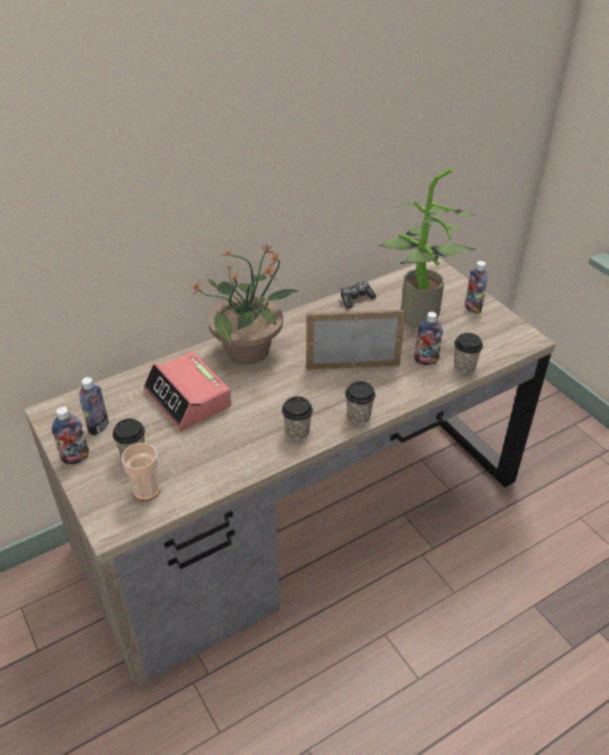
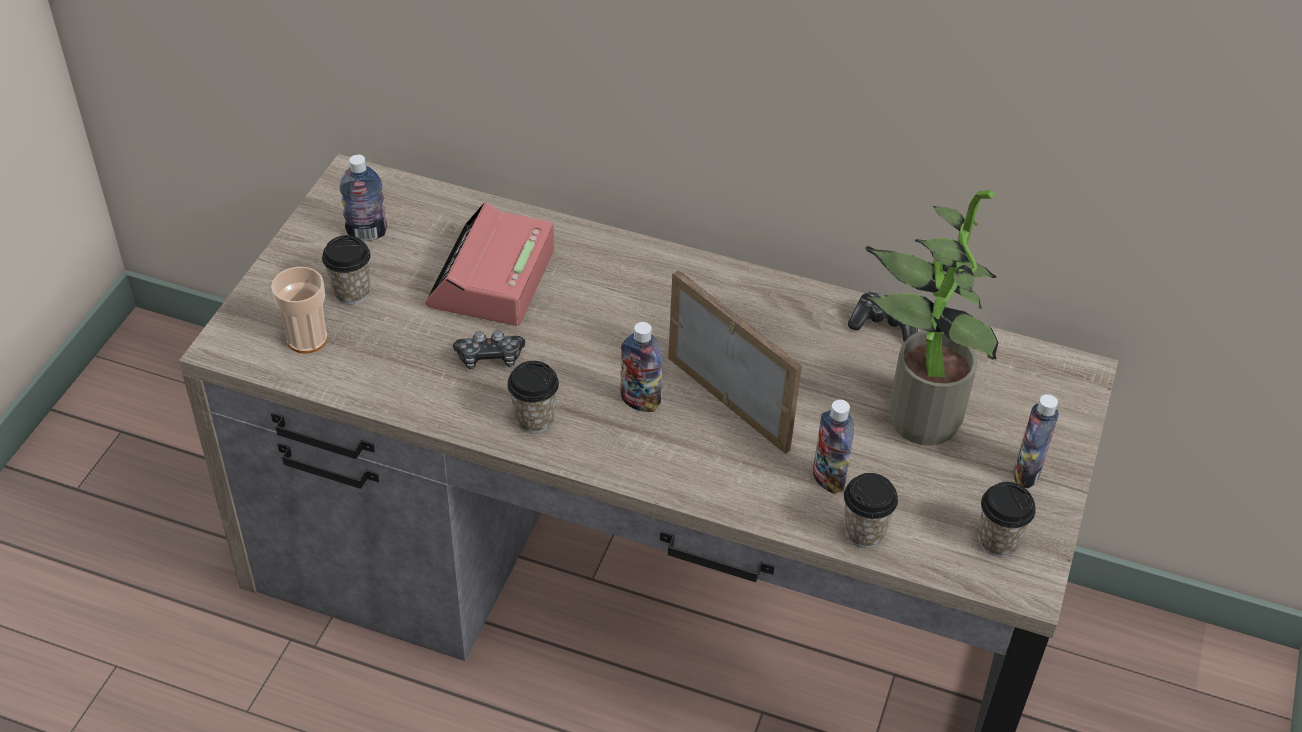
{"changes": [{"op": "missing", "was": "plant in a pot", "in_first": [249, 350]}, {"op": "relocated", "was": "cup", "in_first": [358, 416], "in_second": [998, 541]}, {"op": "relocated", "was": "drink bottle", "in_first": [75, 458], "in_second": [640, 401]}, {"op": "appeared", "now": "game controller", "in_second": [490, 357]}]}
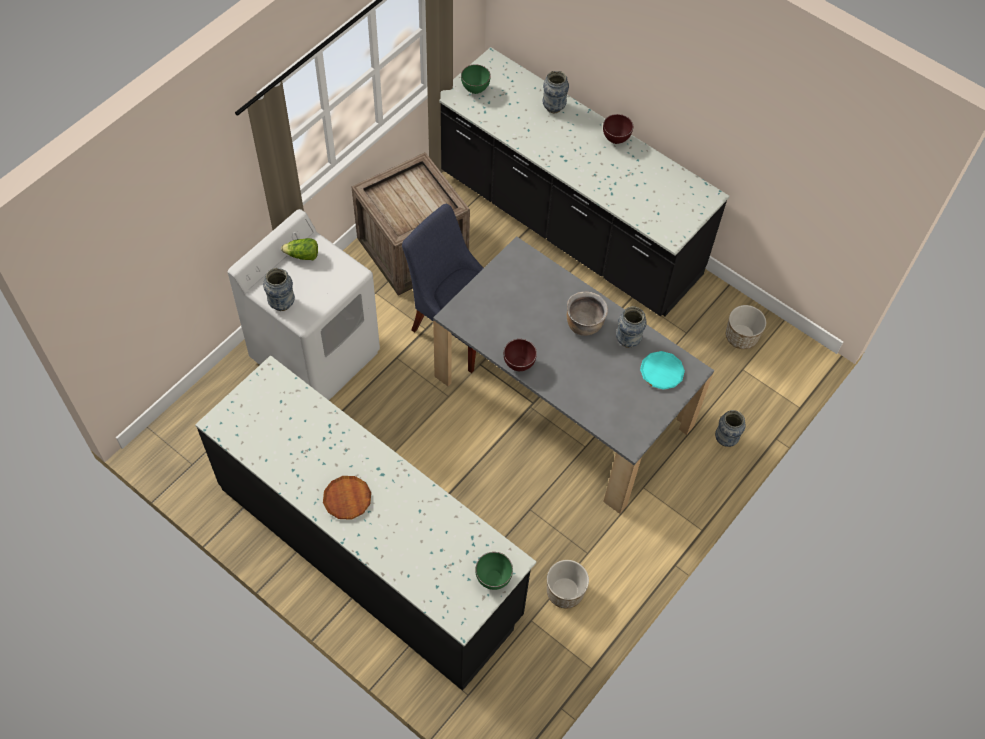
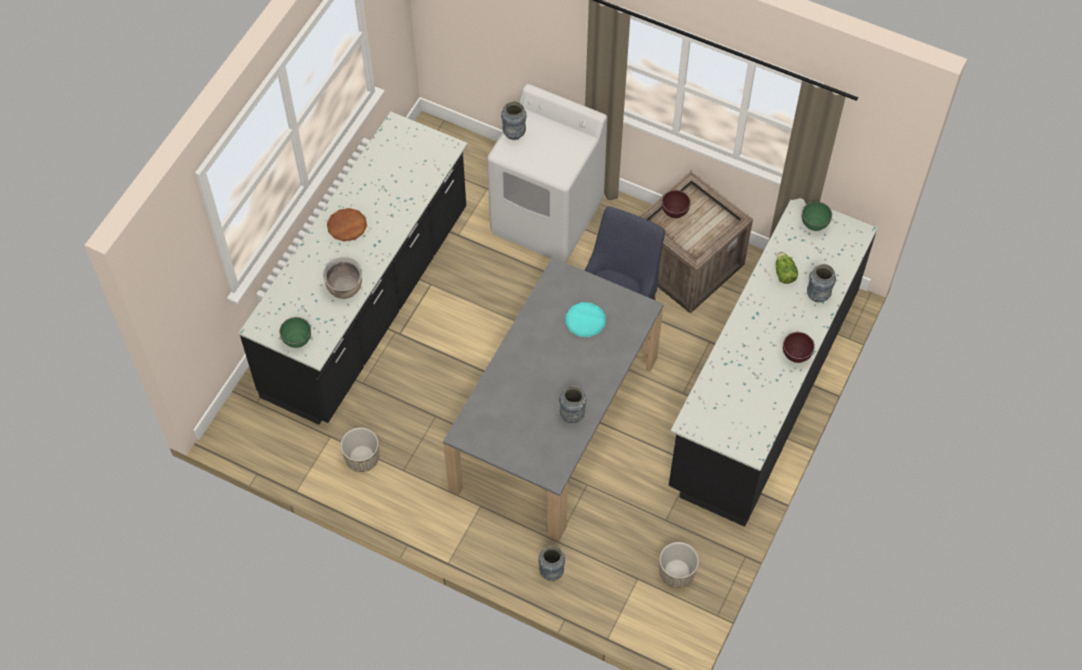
{"changes": [{"op": "relocated", "was": "lettuce", "in_first": [302, 255], "in_second": [784, 273]}, {"op": "relocated", "was": "brown cooking pot", "in_first": [584, 324], "in_second": [345, 288]}, {"op": "relocated", "was": "brown bowl", "in_first": [519, 364], "in_second": [675, 213]}, {"op": "relocated", "was": "turquoise-coloured plate", "in_first": [661, 372], "in_second": [585, 321]}]}
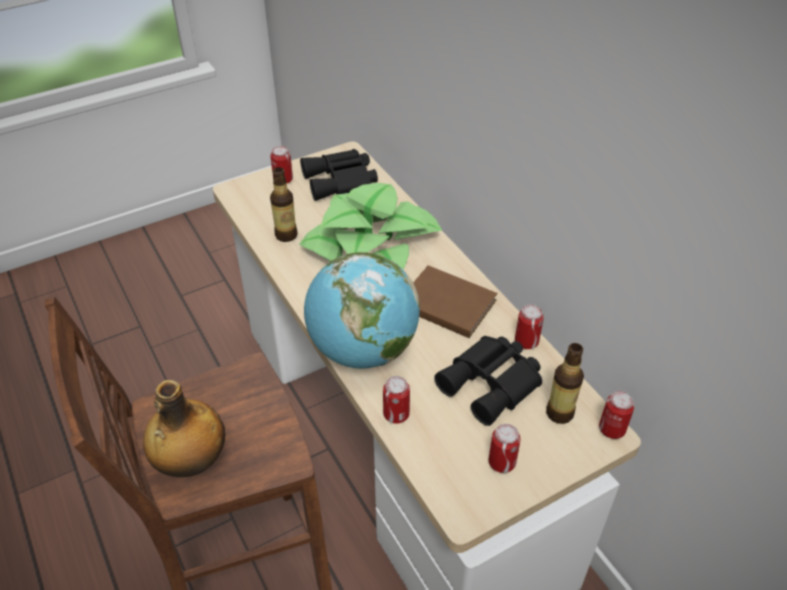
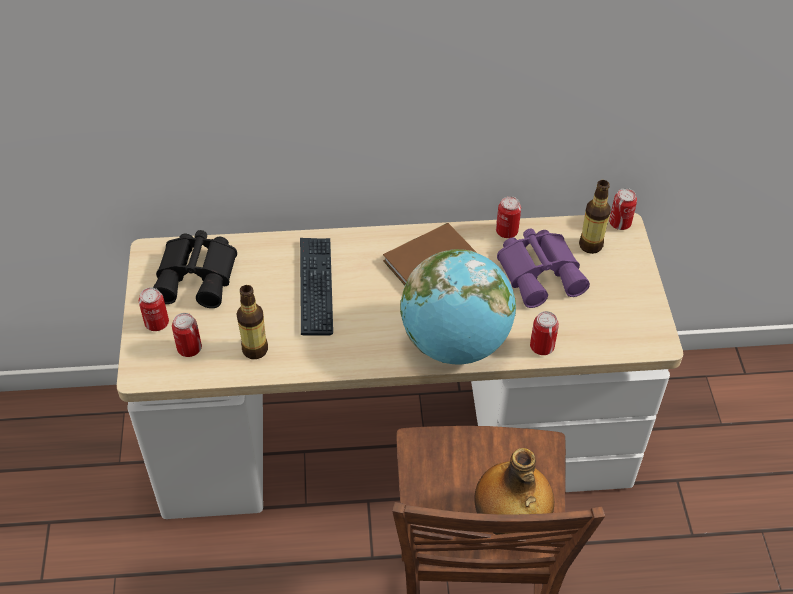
{"changes": [{"op": "exchanged", "was": "plant in a pot", "now": "keyboard", "in_first": [371, 244], "in_second": [316, 286]}, {"op": "colour", "was": "black binoculars", "now": "purple binoculars", "in_first": [492, 384], "in_second": [541, 272]}, {"op": "relocated", "was": "metal can", "in_first": [501, 462], "in_second": [189, 348]}]}
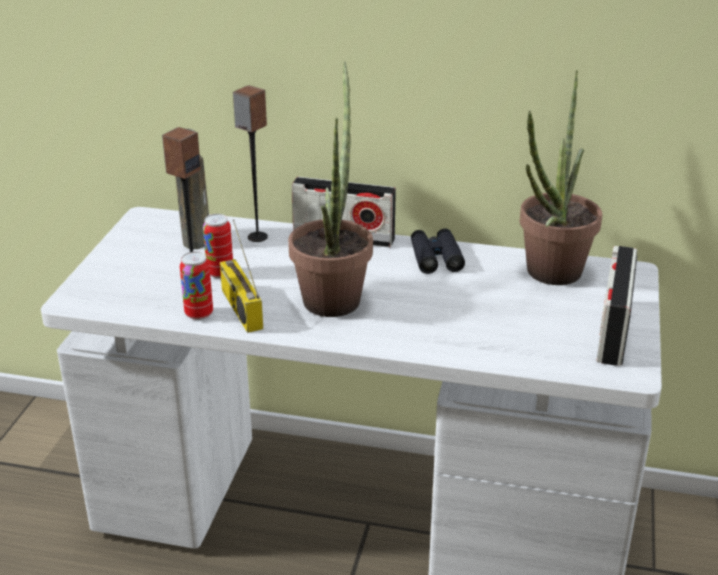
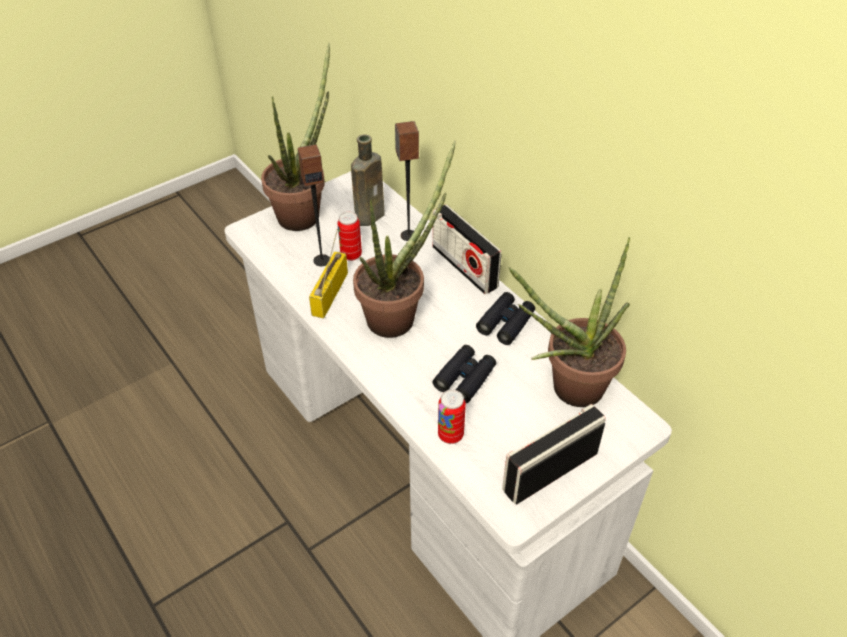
{"changes": [{"op": "relocated", "was": "metal can", "in_first": [199, 314], "in_second": [450, 435]}, {"op": "appeared", "now": "plant in a pot", "in_second": [304, 212]}, {"op": "appeared", "now": "black binoculars", "in_second": [465, 378]}]}
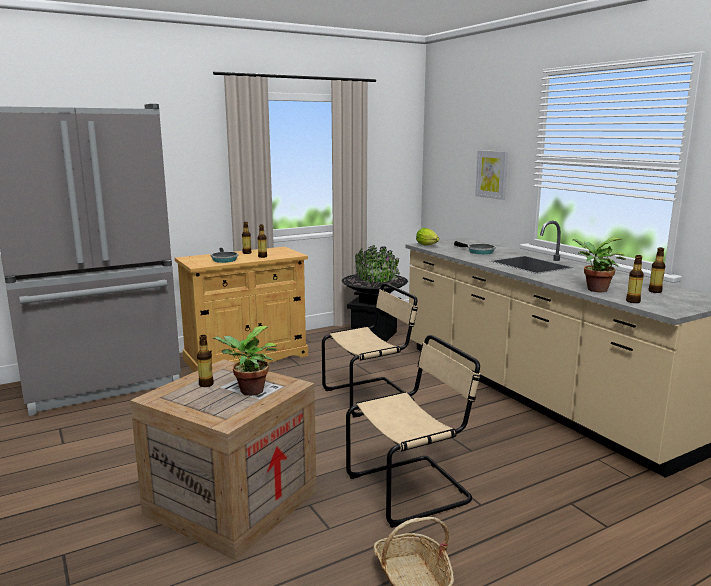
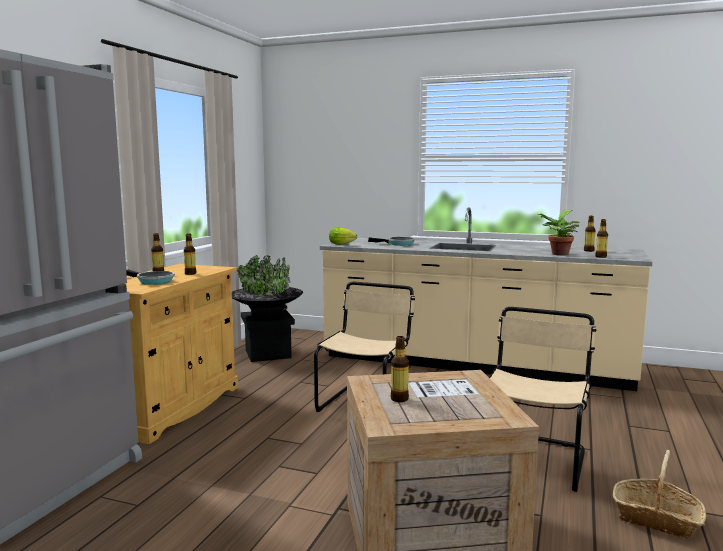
{"changes": [{"op": "missing", "was": "picture", "in_first": [492, 174]}, {"op": "missing", "was": "plant in a pot", "in_first": [248, 392]}]}
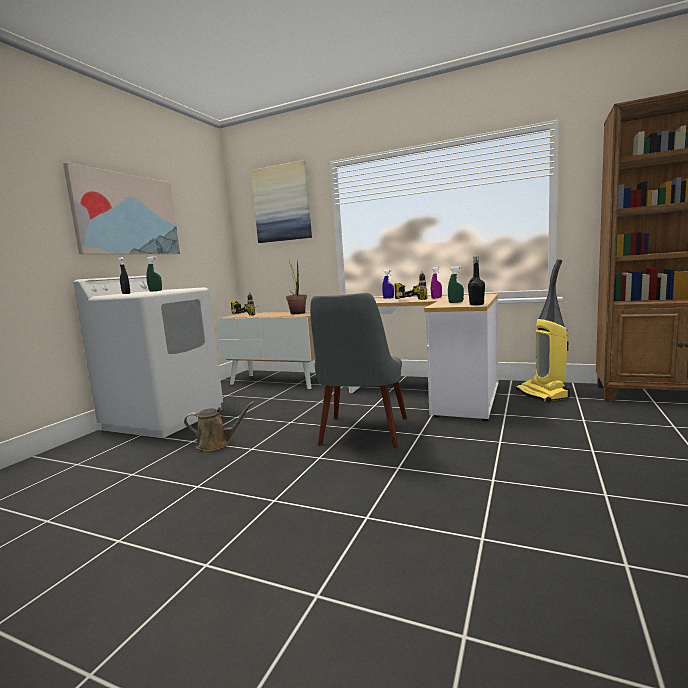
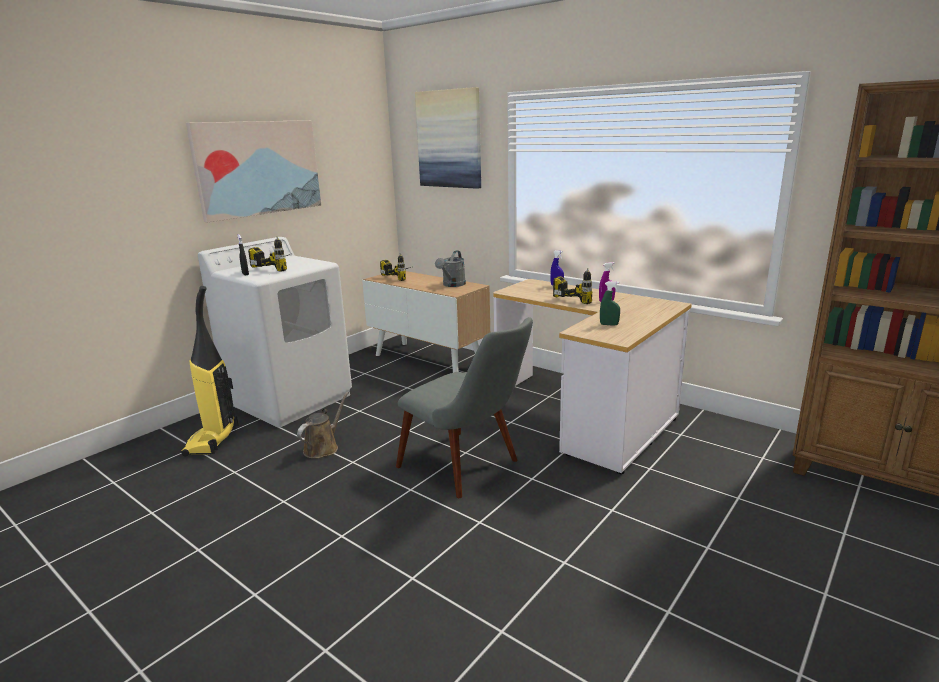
{"changes": [{"op": "exchanged", "was": "green spray bottle", "now": "drill", "in_first": [155, 291], "in_second": [279, 267]}, {"op": "missing", "was": "black drink bottle", "in_first": [476, 304]}, {"op": "relocated", "was": "vacuum cleaner", "in_first": [543, 394], "in_second": [213, 441]}, {"op": "exchanged", "was": "plant in a pot", "now": "grey watering pot", "in_first": [297, 313], "in_second": [452, 285]}, {"op": "spun", "was": "grey chair", "in_first": [362, 436], "in_second": [469, 468], "clockwise": -75}, {"op": "spun", "was": "brown watering pot", "in_first": [216, 444], "in_second": [323, 447], "clockwise": -75}]}
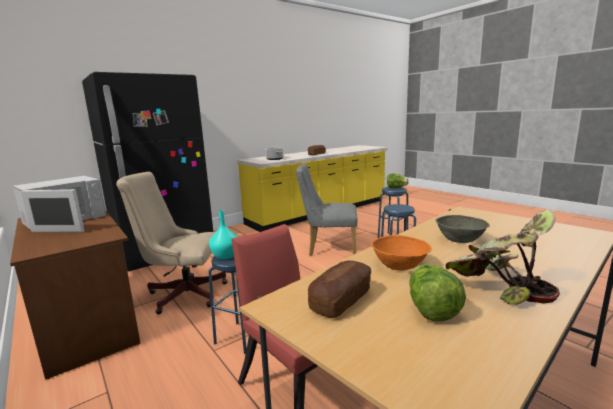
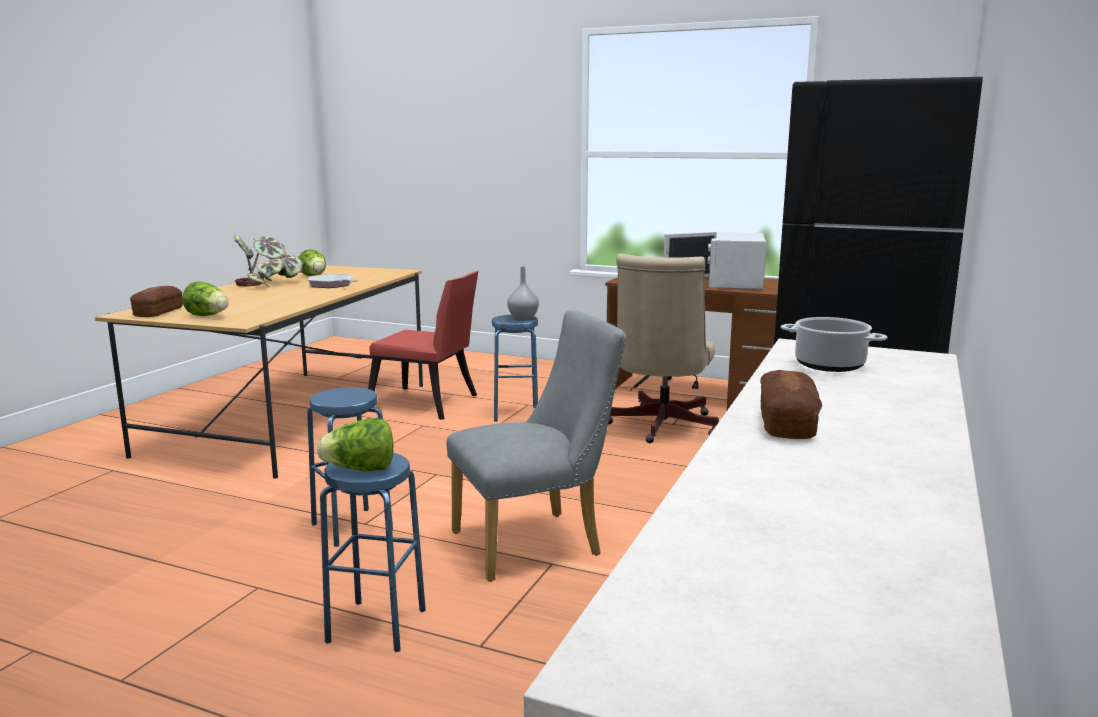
{"changes": [{"op": "spun", "was": "sand-coloured computer chair", "in_first": [182, 293], "in_second": [660, 427], "clockwise": 135}, {"op": "colour", "was": "turquoise-coloured decorative vase", "now": "grey decorative vase", "in_first": [226, 256], "in_second": [522, 318]}, {"op": "missing", "was": "grey bowl", "in_first": [460, 239]}, {"op": "exchanged", "was": "orange-coloured bowl", "now": "skillet", "in_first": [400, 265], "in_second": [332, 285]}, {"op": "relocated", "was": "bread", "in_first": [341, 300], "in_second": [158, 312]}, {"op": "appeared", "now": "lettuce", "in_second": [208, 316]}]}
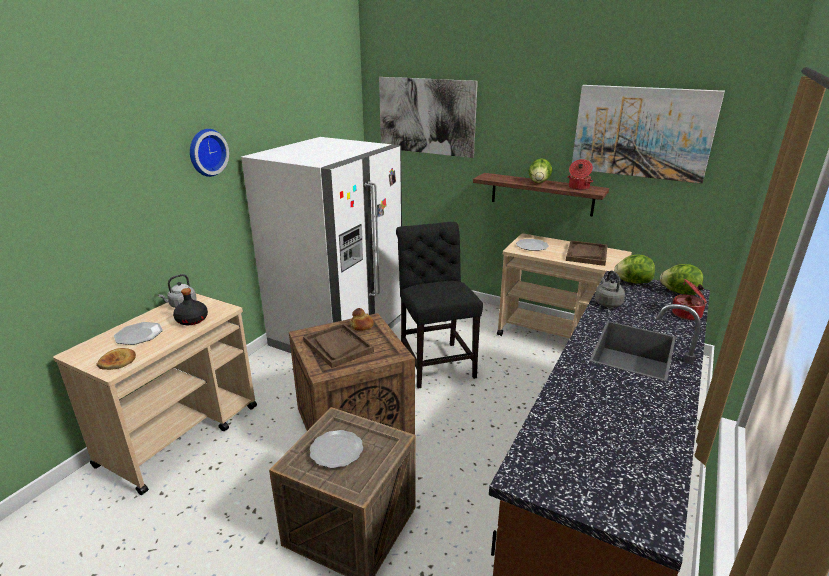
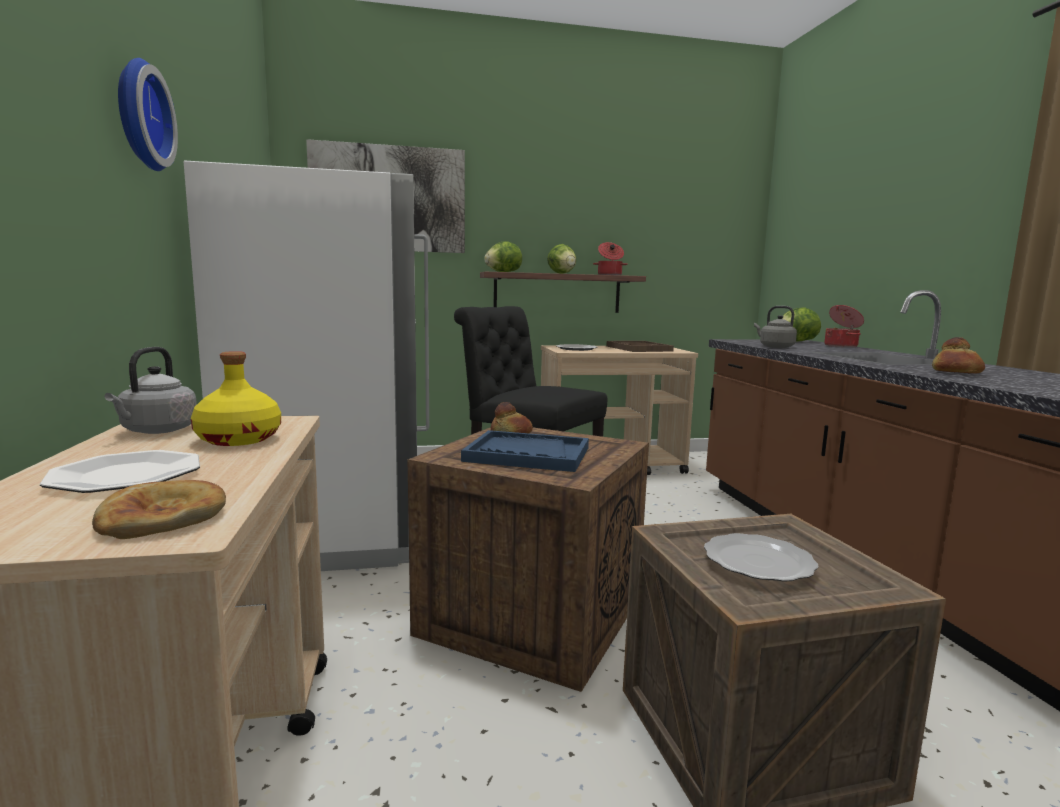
{"changes": [{"op": "missing", "was": "picture", "in_first": [641, 132]}, {"op": "relocated", "was": "lettuce", "in_first": [632, 282], "in_second": [503, 272]}, {"op": "colour", "was": "black drink bottle", "now": "yellow-coloured drink bottle", "in_first": [192, 320], "in_second": [240, 439]}, {"op": "colour", "was": "brown carrying tray", "now": "blue carrying tray", "in_first": [337, 346], "in_second": [527, 454]}, {"op": "appeared", "now": "bread", "in_second": [956, 372]}]}
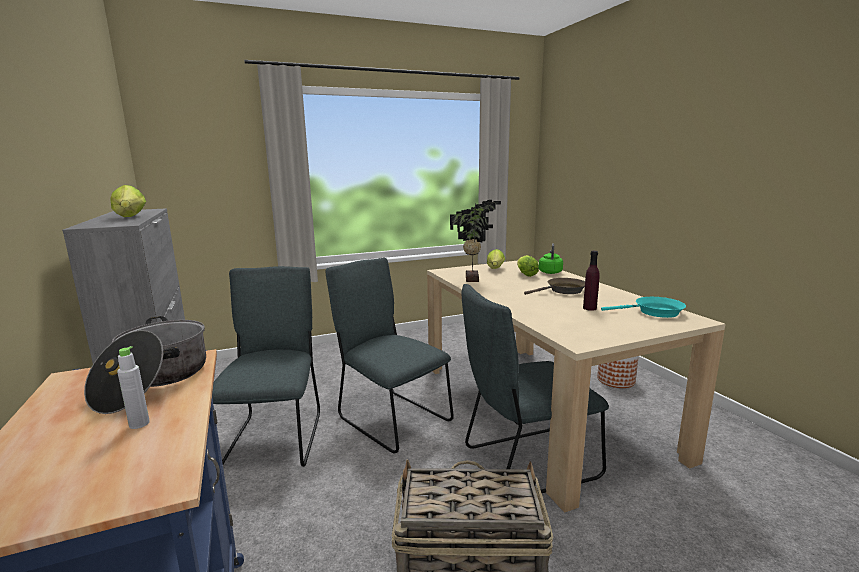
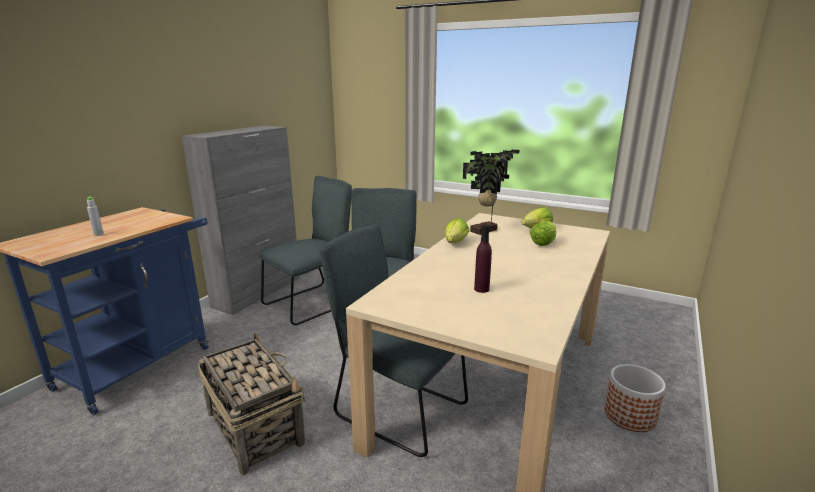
{"changes": [{"op": "relocated", "was": "lettuce", "in_first": [130, 217], "in_second": [454, 243]}, {"op": "missing", "was": "green tea kettle", "in_first": [550, 272]}, {"op": "missing", "was": "brown skillet", "in_first": [563, 291]}, {"op": "missing", "was": "turquoise-coloured skillet", "in_first": [654, 312]}, {"op": "missing", "was": "cooking pot", "in_first": [154, 381]}]}
